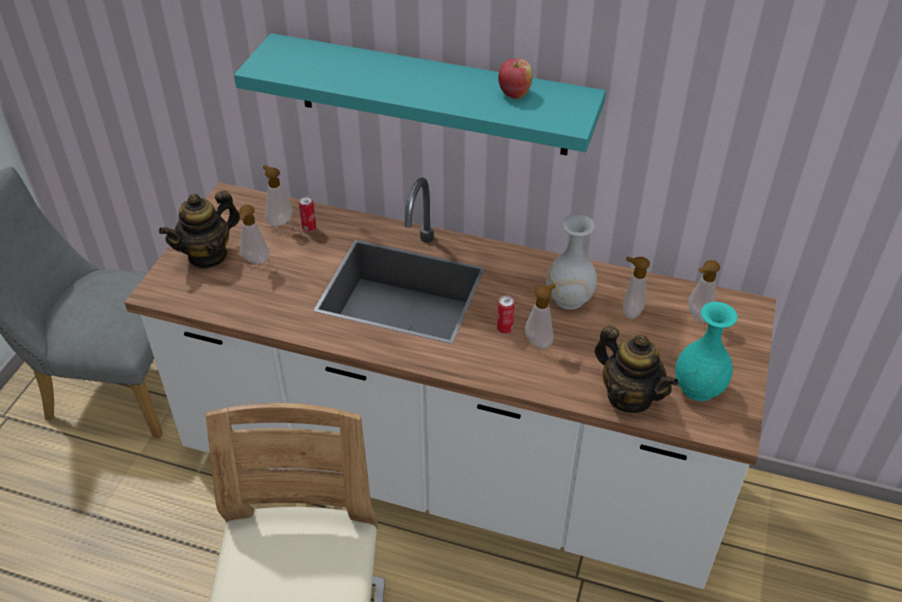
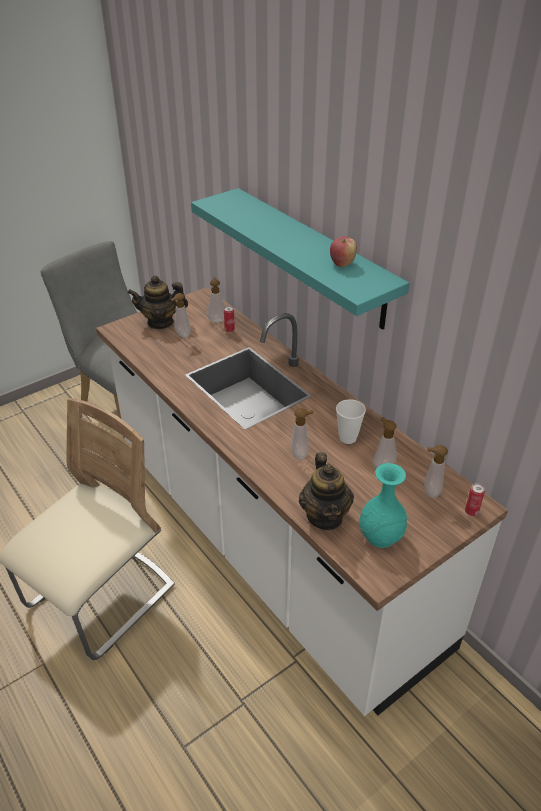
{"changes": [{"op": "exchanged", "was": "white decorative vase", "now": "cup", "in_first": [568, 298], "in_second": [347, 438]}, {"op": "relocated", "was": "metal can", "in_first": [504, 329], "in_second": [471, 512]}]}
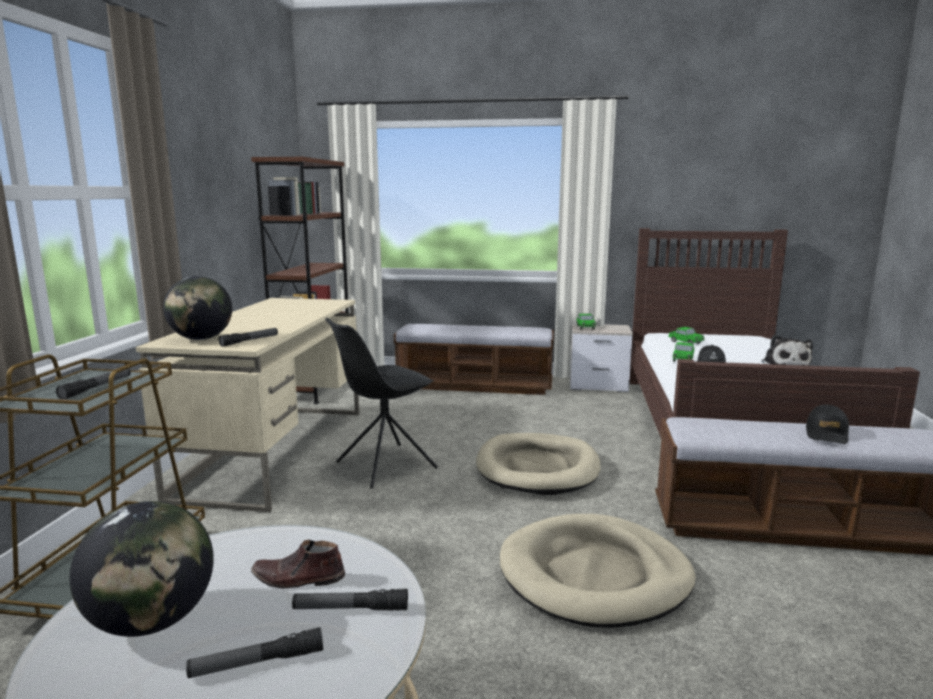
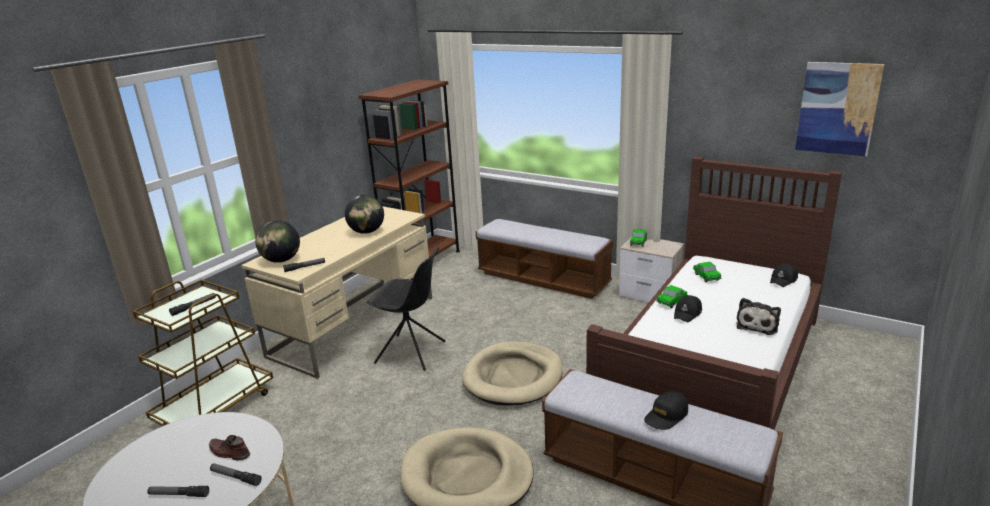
{"changes": [{"op": "spun", "was": "black chair", "in_first": [384, 465], "in_second": [412, 353], "clockwise": -150}, {"op": "relocated", "was": "globe", "in_first": [152, 621], "in_second": [367, 232]}, {"op": "appeared", "now": "picture", "in_second": [837, 108]}, {"op": "appeared", "now": "black baseball cap", "in_second": [783, 280]}]}
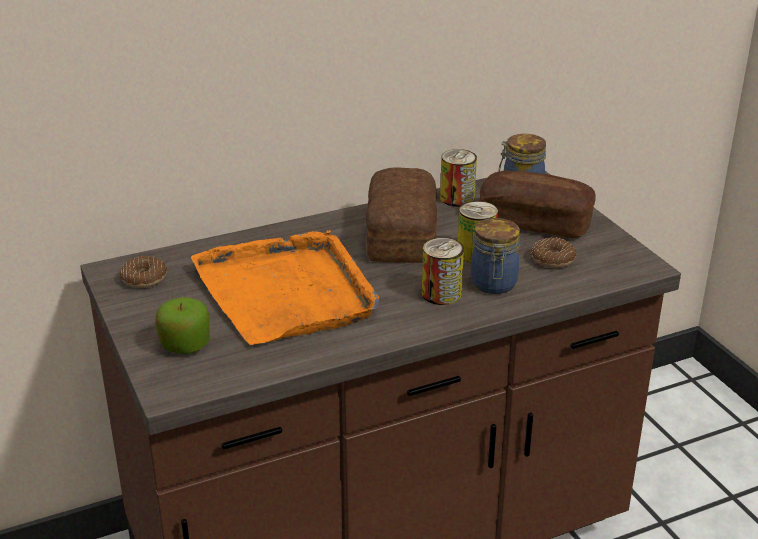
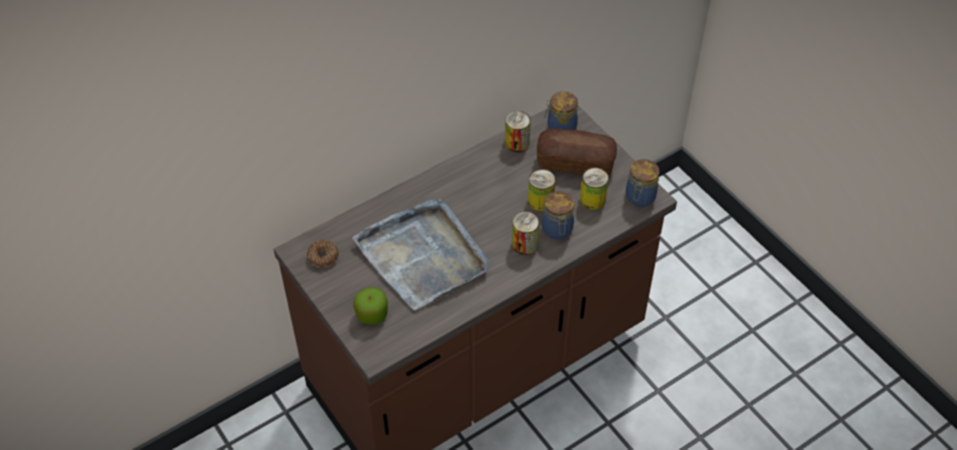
{"changes": [{"op": "missing", "was": "bread", "in_first": [399, 234]}, {"op": "colour", "was": "orange-coloured carrying tray", "now": "grey carrying tray", "in_first": [287, 292], "in_second": [423, 256]}, {"op": "exchanged", "was": "donut", "now": "metal can", "in_first": [553, 259], "in_second": [592, 200]}, {"op": "appeared", "now": "storage jar", "in_second": [639, 198]}]}
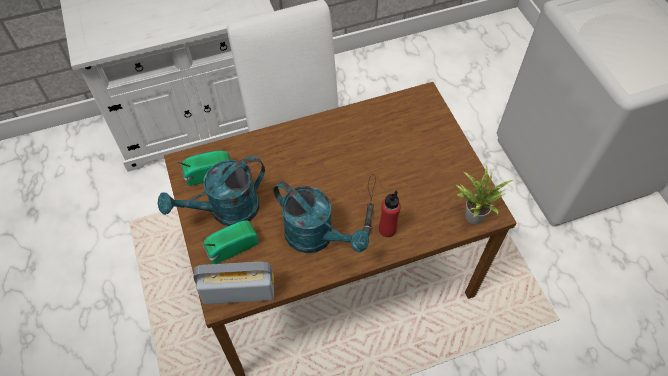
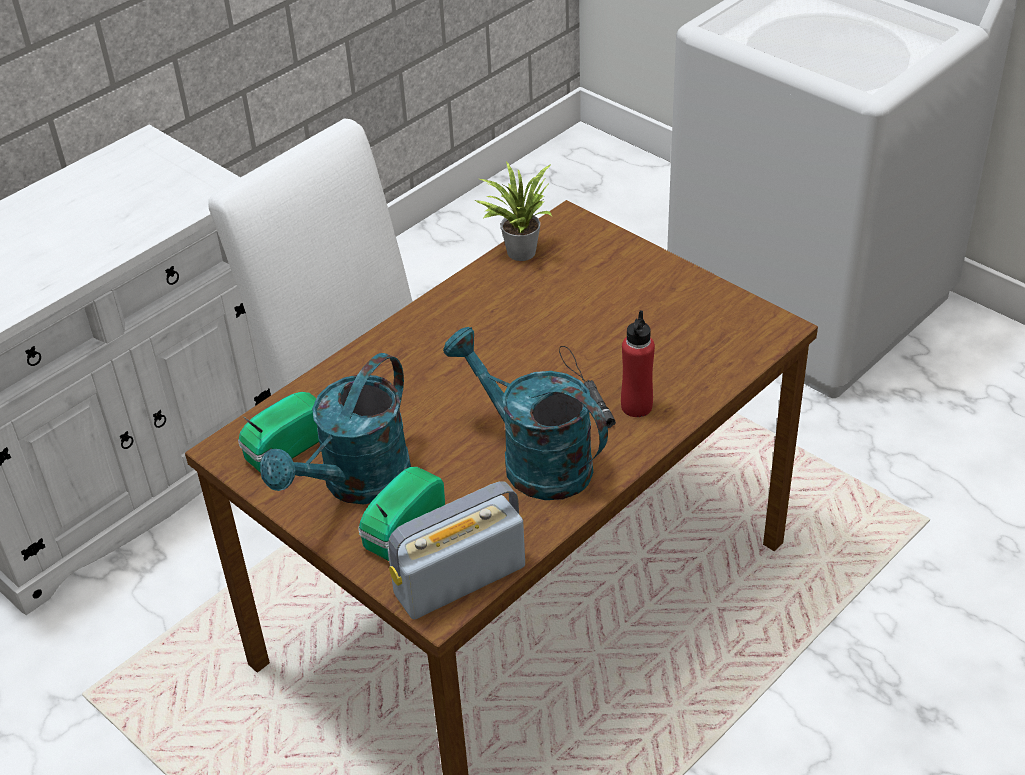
{"changes": [{"op": "relocated", "was": "plant in a pot", "in_first": [473, 214], "in_second": [518, 250]}, {"op": "spun", "was": "turquoise-coloured watering pot", "in_first": [316, 237], "in_second": [533, 460], "clockwise": -150}]}
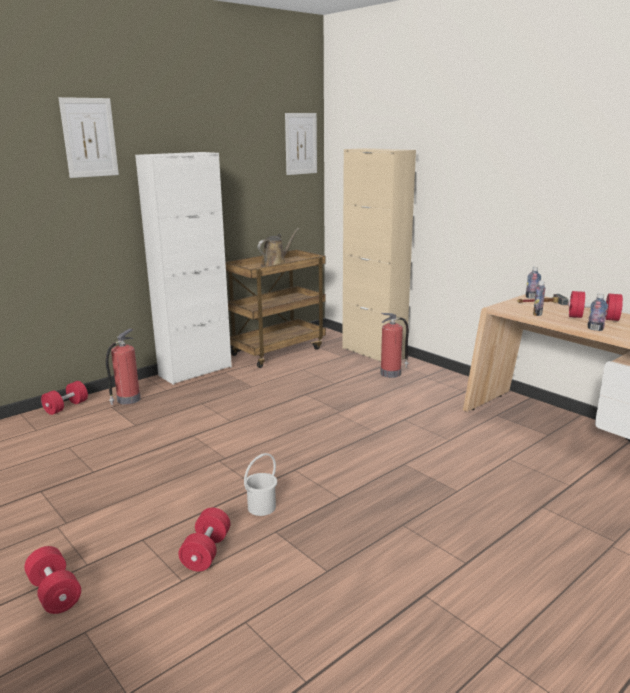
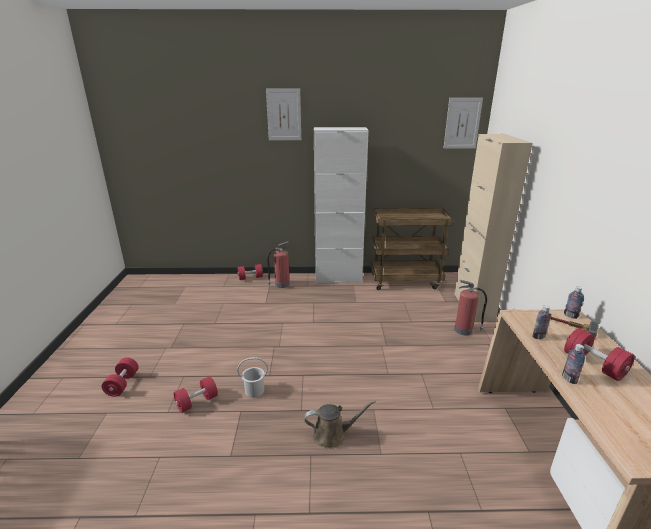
{"changes": [{"op": "relocated", "was": "brown watering pot", "in_first": [275, 265], "in_second": [332, 435]}]}
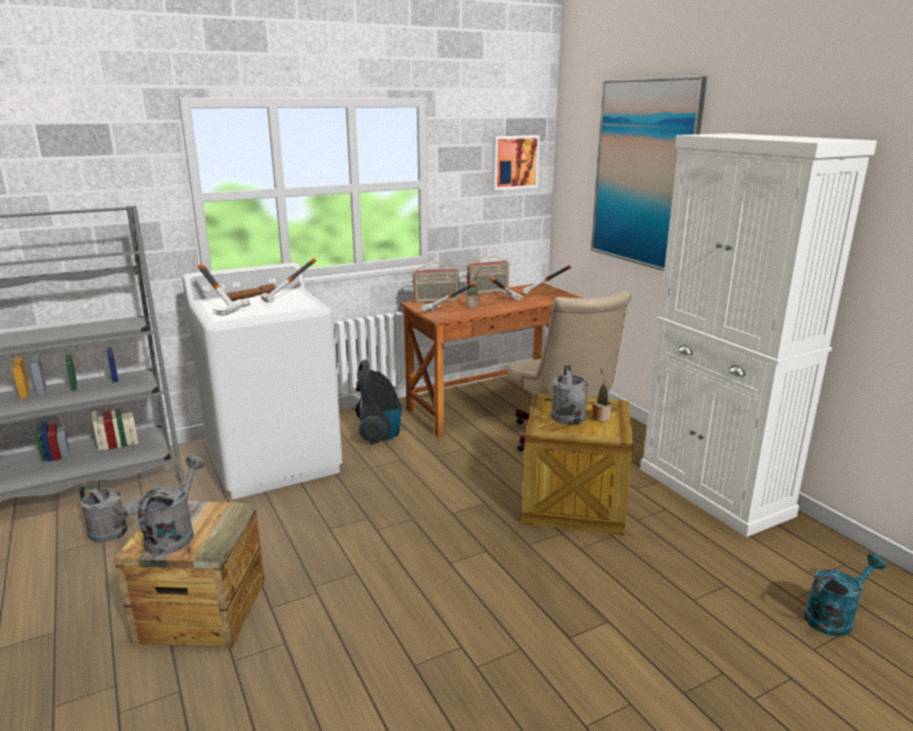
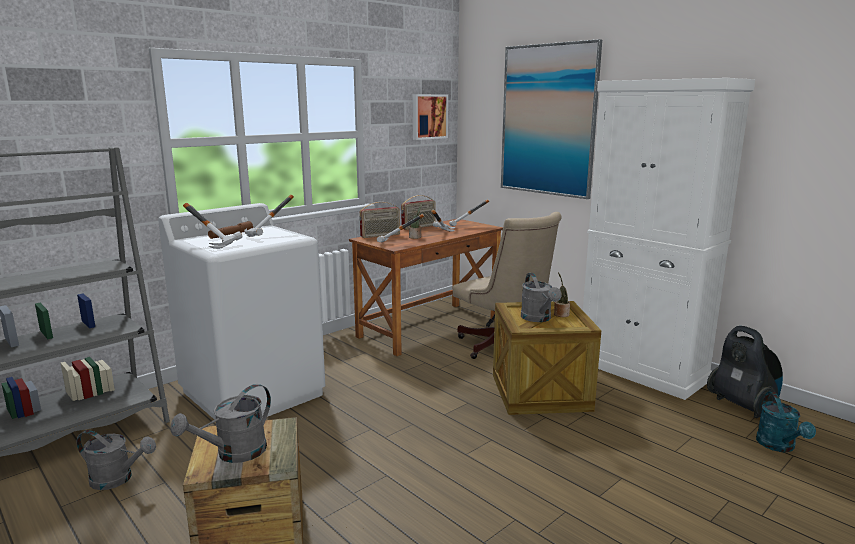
{"changes": [{"op": "relocated", "was": "vacuum cleaner", "in_first": [379, 434], "in_second": [743, 405]}, {"op": "spun", "was": "grey watering pot", "in_first": [174, 534], "in_second": [234, 454], "clockwise": -135}, {"op": "spun", "was": "turquoise-coloured watering pot", "in_first": [834, 617], "in_second": [779, 446], "clockwise": 135}]}
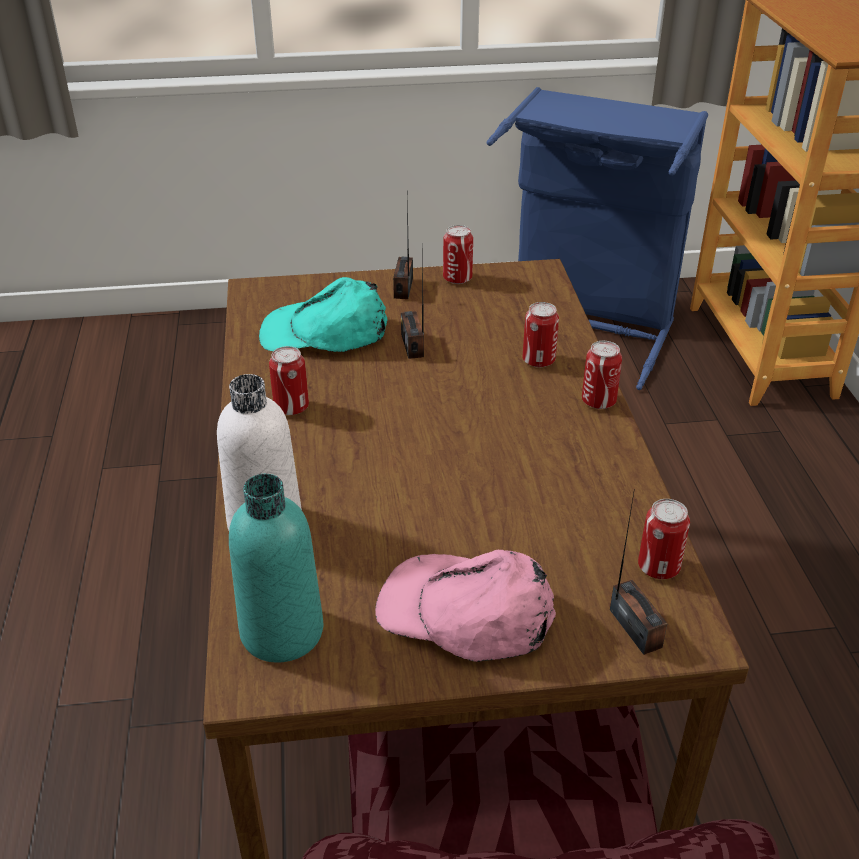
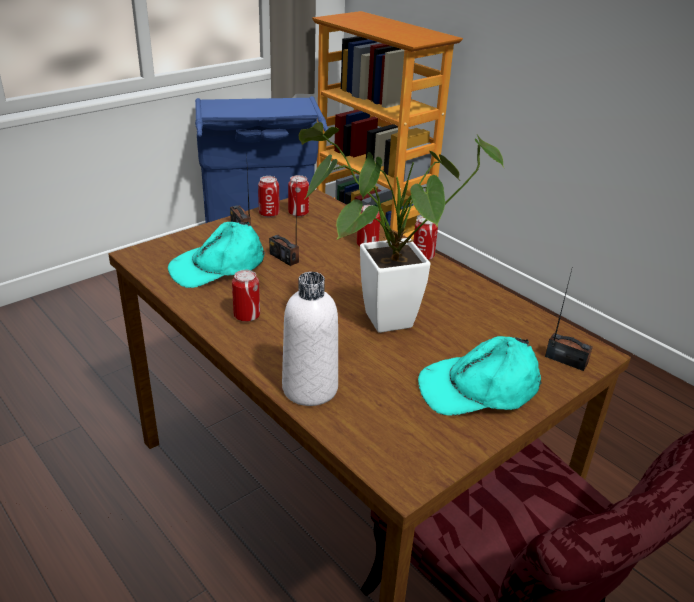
{"changes": [{"op": "missing", "was": "turquoise-coloured drink bottle", "in_first": [282, 631]}, {"op": "relocated", "was": "metal can", "in_first": [658, 567], "in_second": [298, 213]}, {"op": "colour", "was": "pinkish baseball cap", "now": "turquoise-coloured baseball cap", "in_first": [465, 612], "in_second": [479, 388]}, {"op": "appeared", "now": "plant in a pot", "in_second": [377, 322]}]}
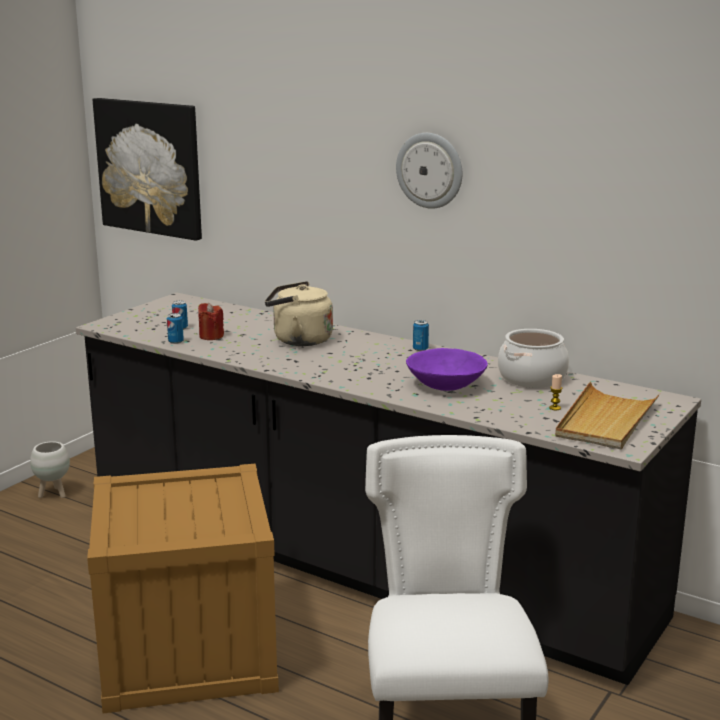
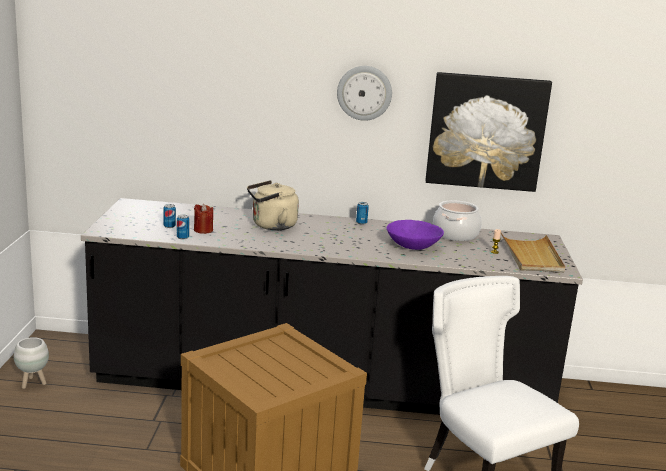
{"changes": [{"op": "relocated", "was": "picture", "in_first": [150, 167], "in_second": [486, 131]}]}
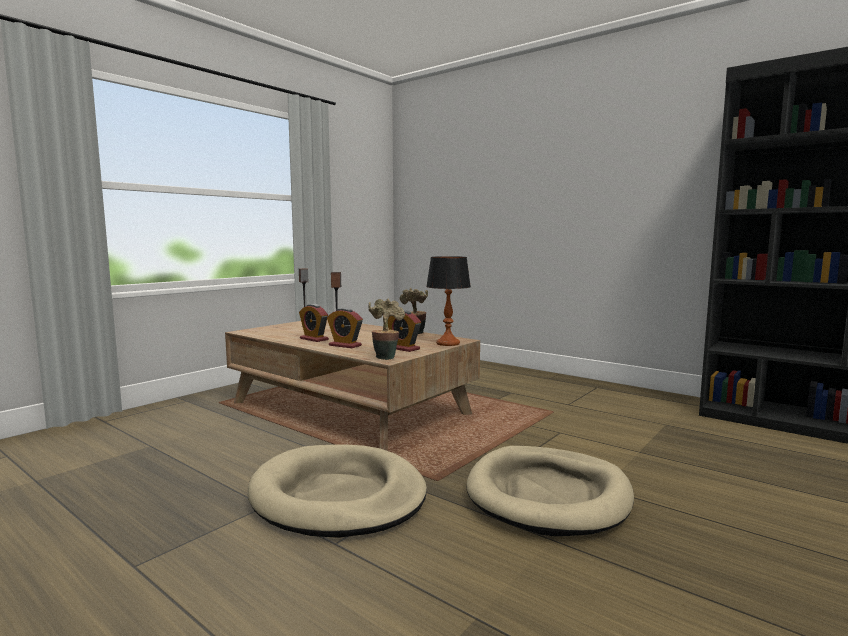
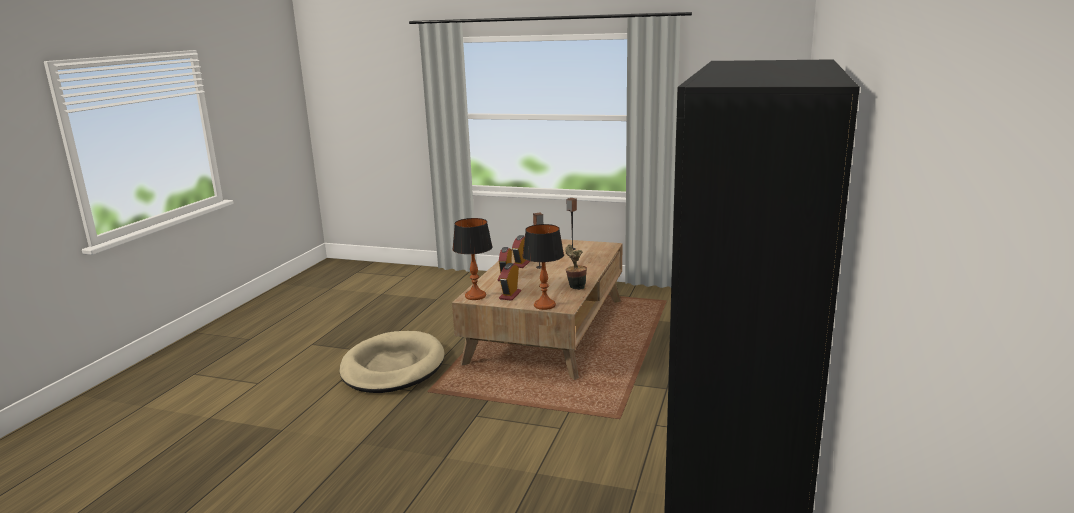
{"changes": [{"op": "exchanged", "was": "plant in a pot", "now": "tabletop lamp", "in_first": [385, 357], "in_second": [475, 296]}, {"op": "missing", "was": "sand-coloured dog cushion", "in_first": [548, 495]}]}
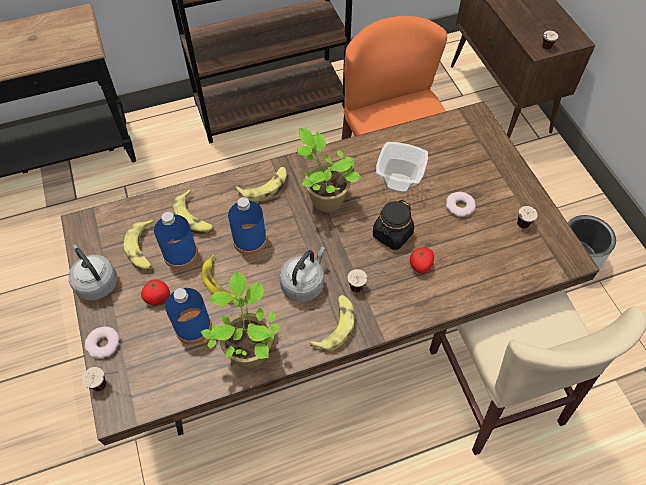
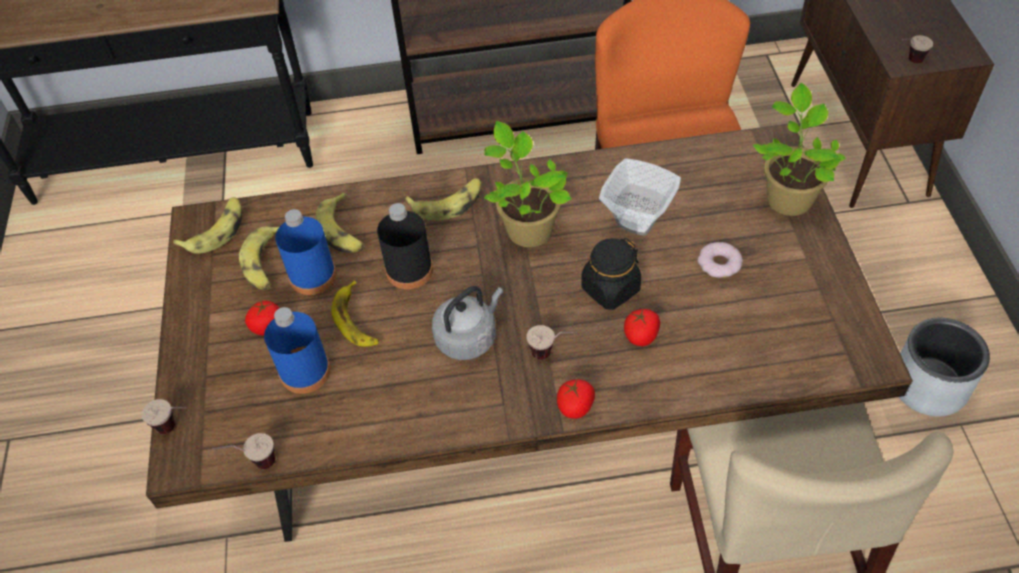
{"changes": [{"op": "colour", "was": "blue drink bottle", "now": "black drink bottle", "in_first": [250, 240], "in_second": [409, 270]}, {"op": "relocated", "was": "cup", "in_first": [517, 227], "in_second": [253, 464]}, {"op": "missing", "was": "grey tea kettle", "in_first": [96, 282]}, {"op": "relocated", "was": "plant in a pot", "in_first": [249, 349], "in_second": [788, 197]}, {"op": "relocated", "was": "banana", "in_first": [335, 325], "in_second": [216, 231]}, {"op": "missing", "was": "donut", "in_first": [103, 344]}, {"op": "appeared", "now": "fresh tomato", "in_second": [575, 406]}]}
